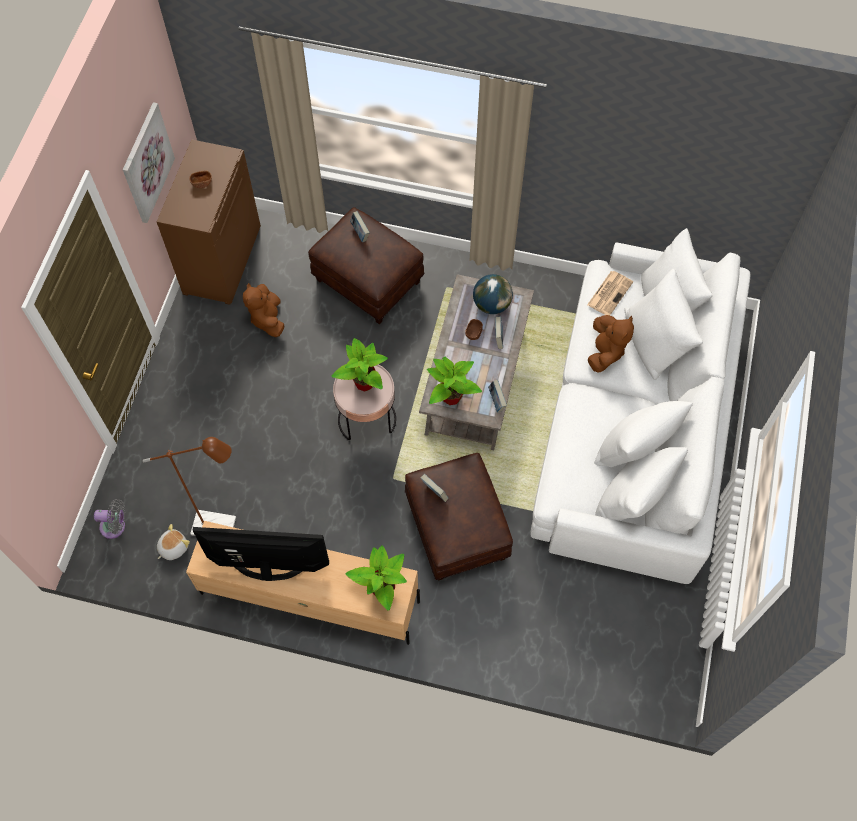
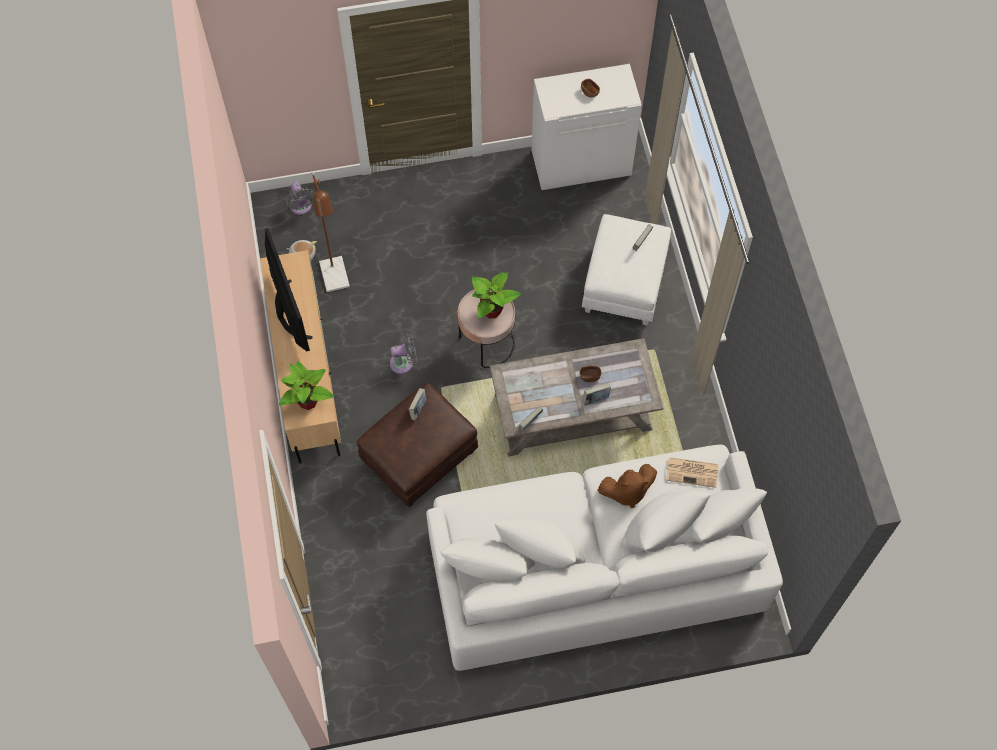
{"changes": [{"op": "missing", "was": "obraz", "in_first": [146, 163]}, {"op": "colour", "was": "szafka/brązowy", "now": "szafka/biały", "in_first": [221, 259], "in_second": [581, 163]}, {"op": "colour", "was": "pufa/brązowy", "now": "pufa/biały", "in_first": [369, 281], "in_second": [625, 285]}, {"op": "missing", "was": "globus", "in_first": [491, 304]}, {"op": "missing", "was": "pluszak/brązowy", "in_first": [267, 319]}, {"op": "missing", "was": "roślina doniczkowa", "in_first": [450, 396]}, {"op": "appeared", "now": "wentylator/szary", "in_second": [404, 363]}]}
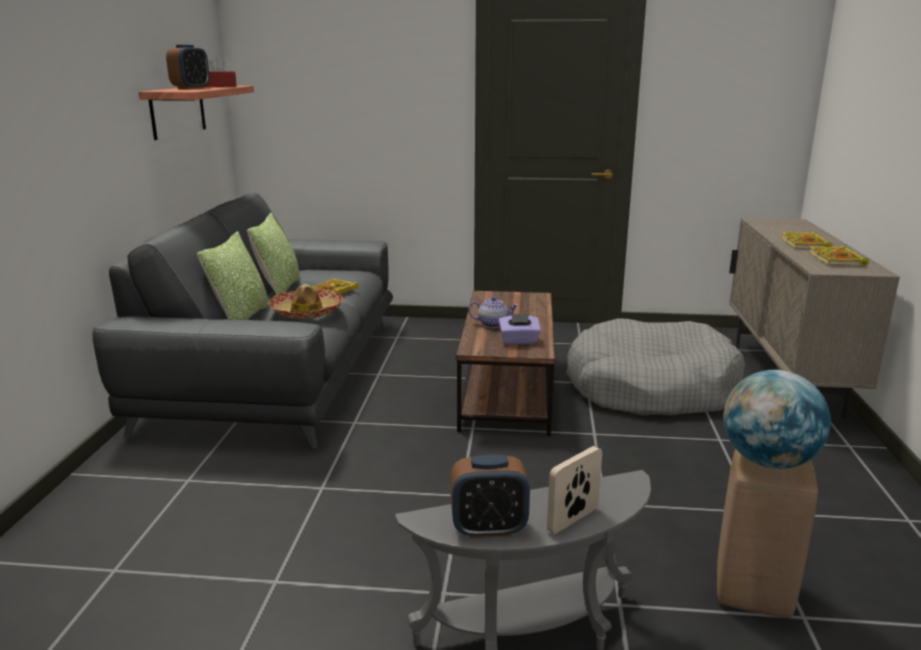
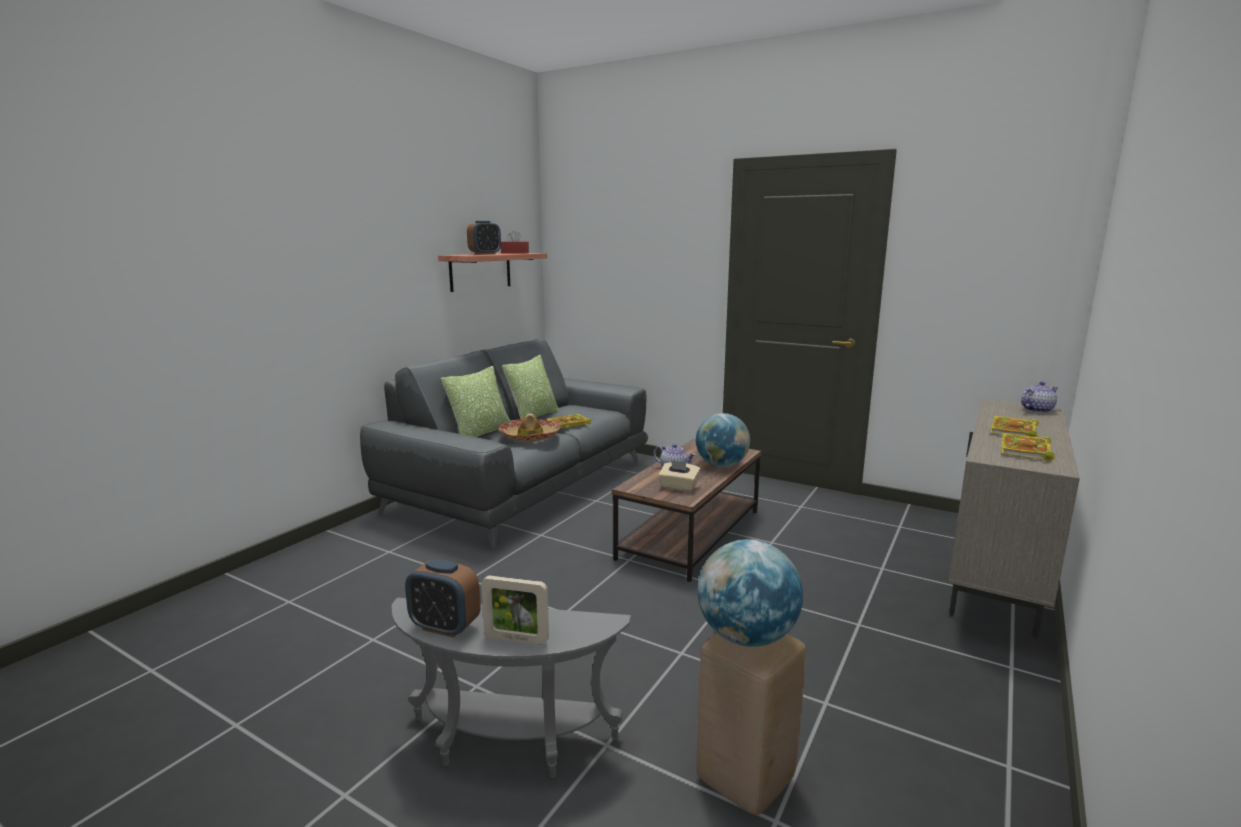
{"changes": [{"op": "colour", "was": "pudełko chusteczek/fioletowy", "now": "pudełko chusteczek/beżowy", "in_first": [519, 341], "in_second": [679, 487]}, {"op": "missing", "was": "legowisko/szary", "in_first": [650, 388]}, {"op": "spun", "was": "ramka na zdjęcie", "in_first": [573, 520], "in_second": [516, 639], "clockwise": -150}, {"op": "appeared", "now": "imbryk", "in_second": [1036, 410]}, {"op": "appeared", "now": "globus", "in_second": [721, 465]}]}
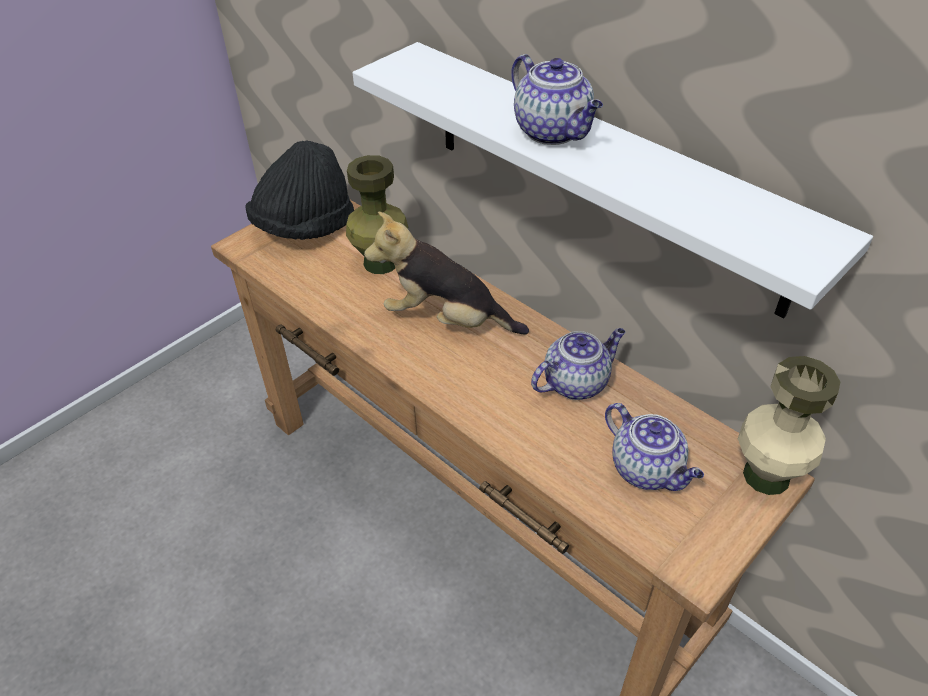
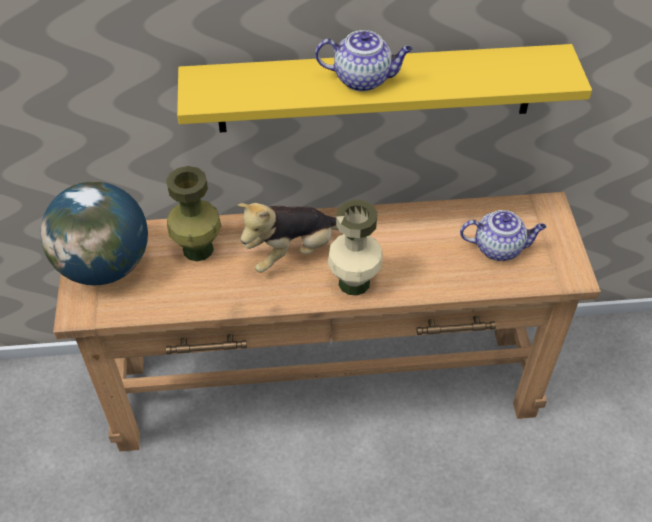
{"changes": [{"op": "colour", "was": "półka/biały", "now": "półka/żółty", "in_first": [601, 173], "in_second": [375, 89]}, {"op": "exchanged", "was": "kapelusz/czarny", "now": "globus", "in_first": [304, 227], "in_second": [104, 265]}, {"op": "missing", "was": "imbryk", "in_first": [576, 382]}, {"op": "relocated", "was": "wazon/beżowy", "in_first": [766, 476], "in_second": [354, 283]}]}
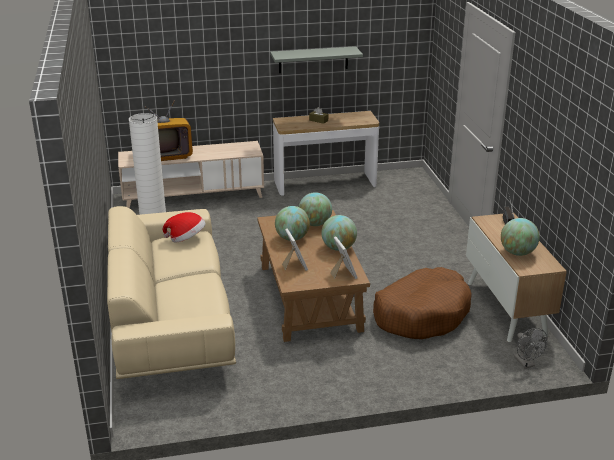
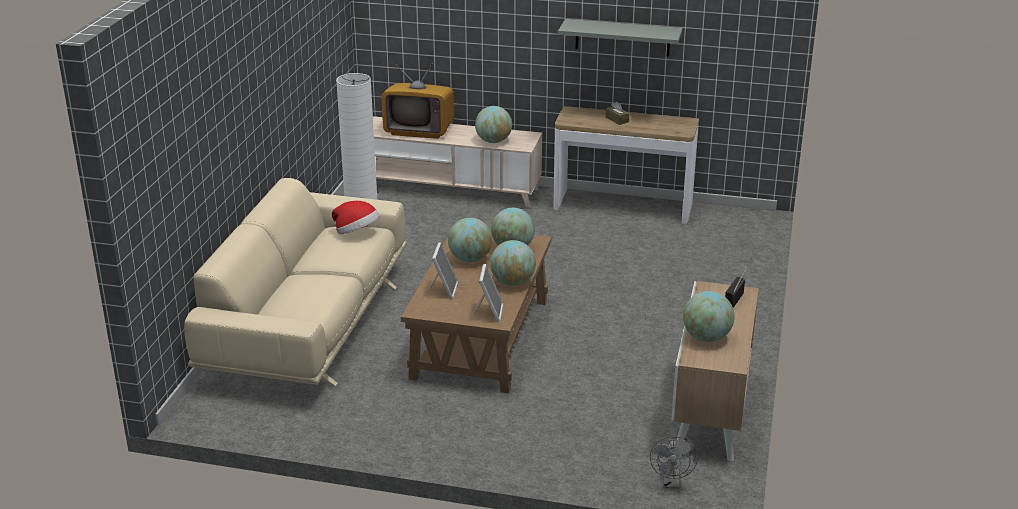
{"changes": [{"op": "missing", "was": "legowisko/brązowy", "in_first": [421, 314]}, {"op": "appeared", "now": "globus", "in_second": [493, 141]}]}
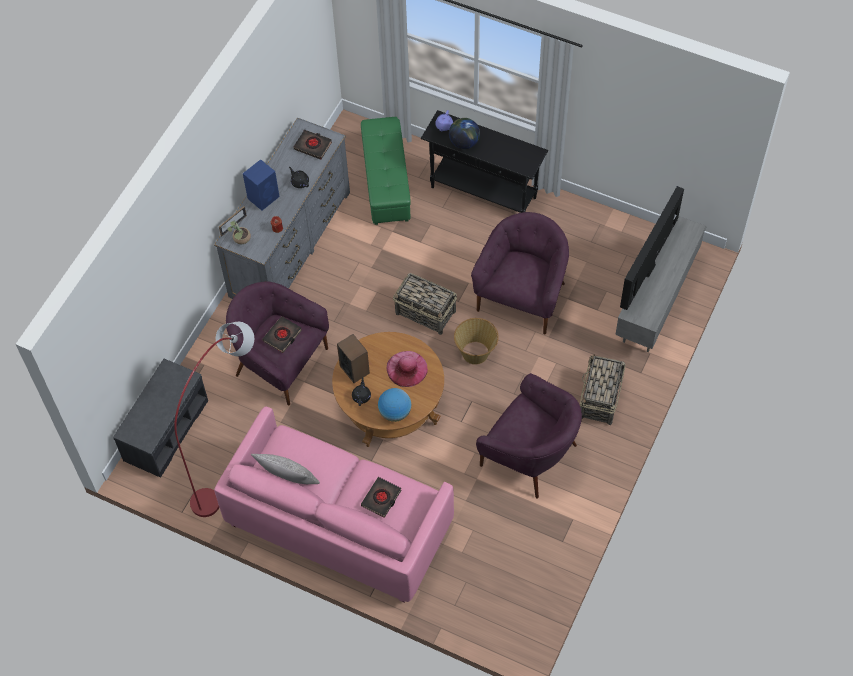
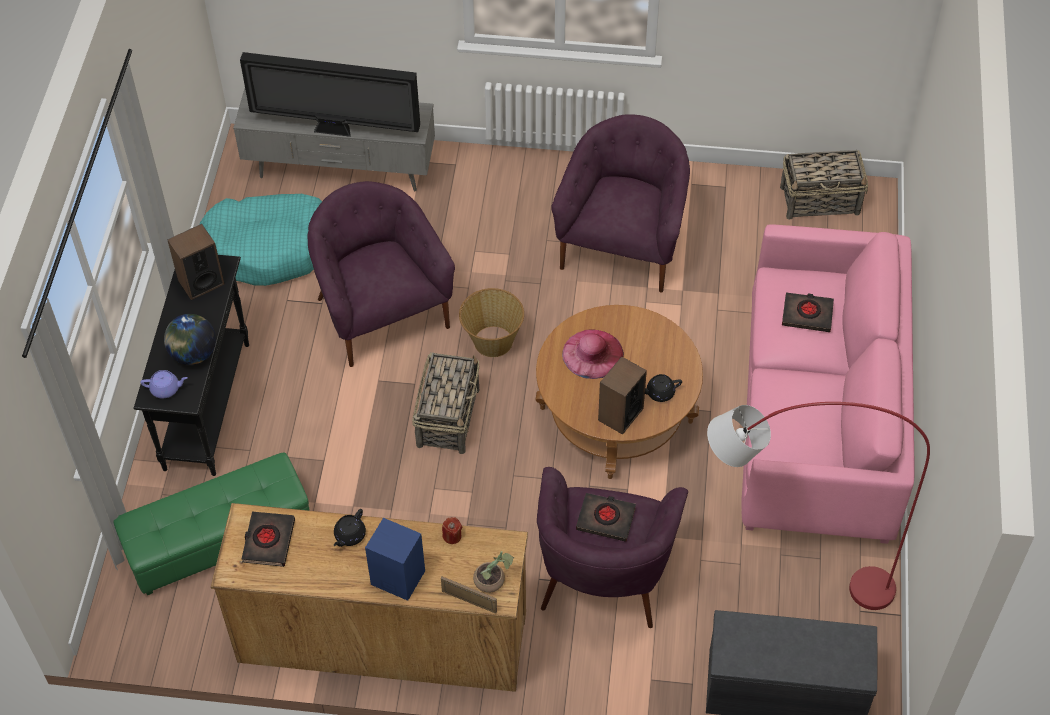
{"changes": [{"op": "colour", "was": "komoda/szary", "now": "komoda/brązowy", "in_first": [290, 243], "in_second": [382, 637]}, {"op": "spun", "was": "fotel/fioletowy", "in_first": [522, 297], "in_second": [381, 312], "clockwise": 60}, {"op": "relocated", "was": "koszyk", "in_first": [600, 399], "in_second": [820, 200]}, {"op": "missing", "was": "globus", "in_first": [395, 412]}, {"op": "missing", "was": "poduszka/szary", "in_first": [288, 479]}, {"op": "appeared", "now": "legowisko/turkusowy", "in_second": [269, 247]}, {"op": "appeared", "now": "głośnik", "in_second": [201, 282]}]}
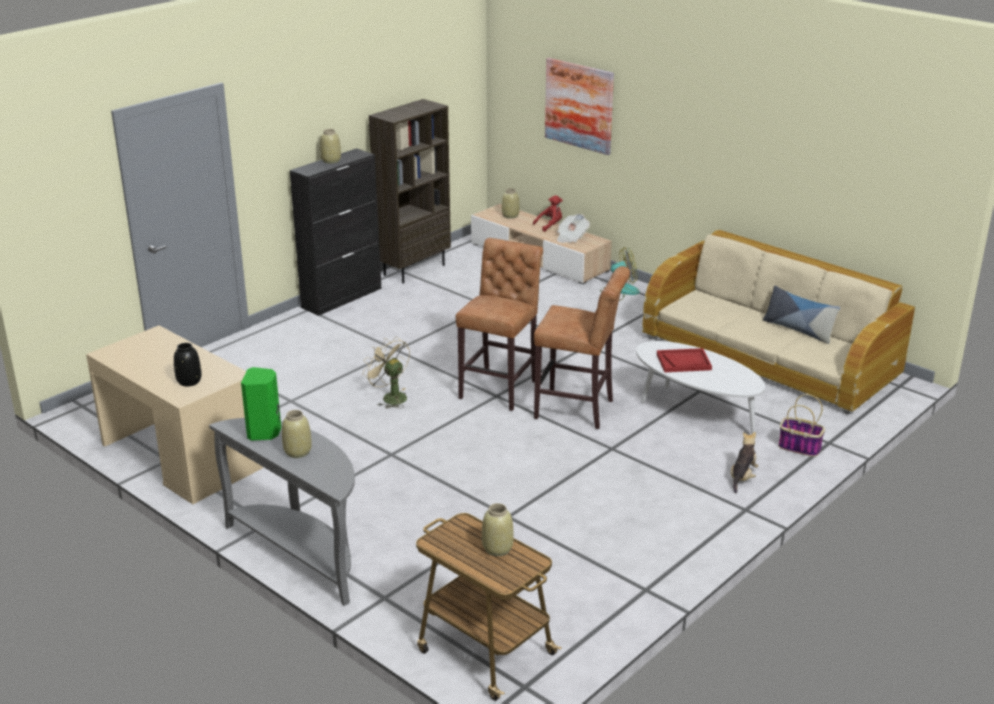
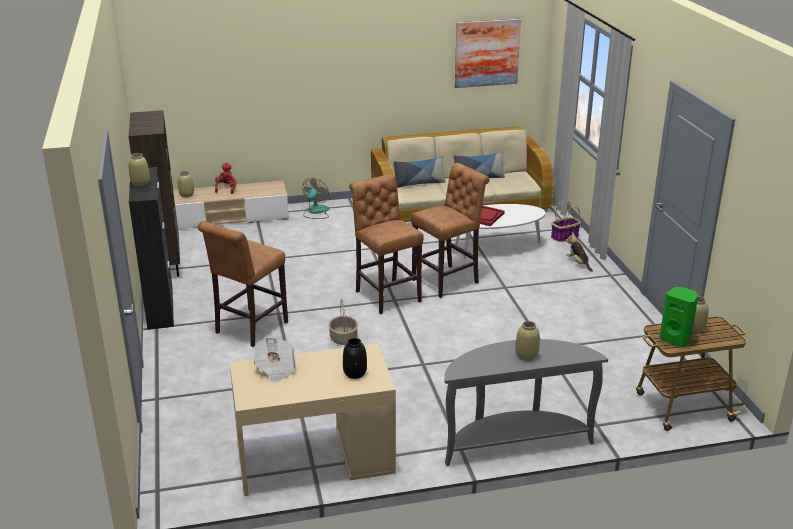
{"changes": [{"op": "relocated", "was": "obraz", "in_first": [579, 105], "in_second": [487, 53]}, {"op": "relocated", "was": "gazeta", "in_first": [571, 237], "in_second": [275, 369]}, {"op": "exchanged", "was": "wentylator/beżowy", "now": "koszyk", "in_first": [390, 397], "in_second": [344, 338]}, {"op": "relocated", "was": "głośnik/zielony", "in_first": [265, 432], "in_second": [676, 339]}, {"op": "appeared", "now": "poduszka", "in_second": [419, 183]}, {"op": "appeared", "now": "stołek/brązowy", "in_second": [249, 329]}]}
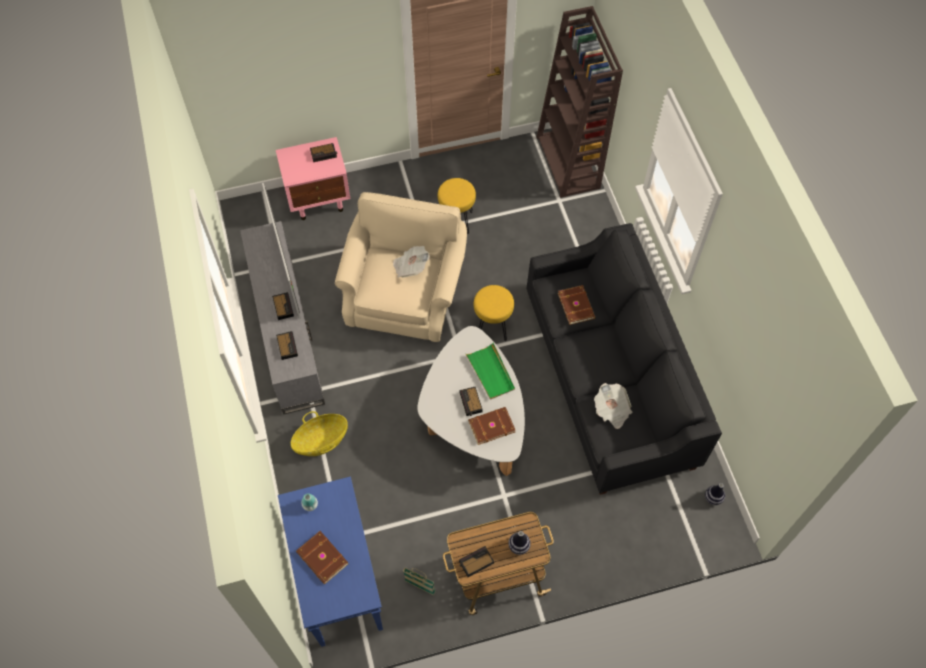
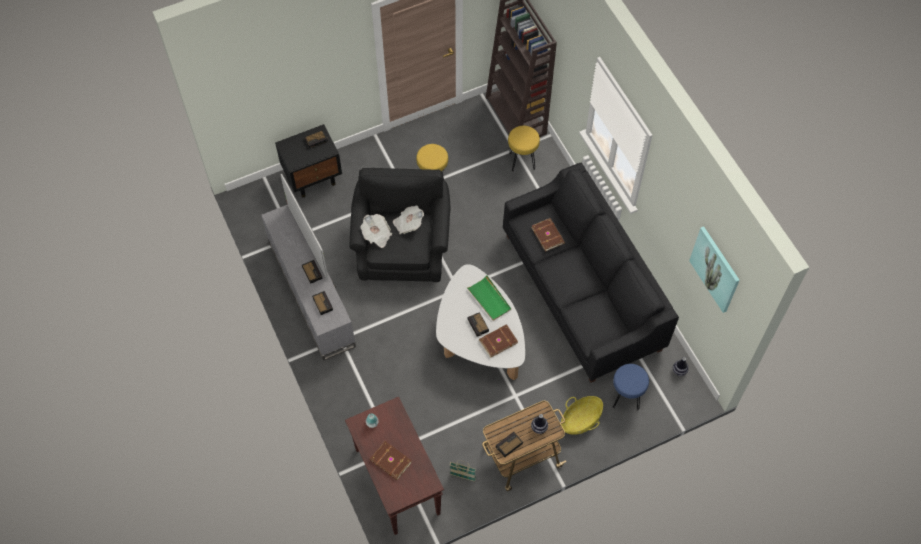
{"changes": [{"op": "colour", "was": "szafka nocna/różowy", "now": "szafka nocna/czarny", "in_first": [319, 199], "in_second": [313, 177]}, {"op": "colour", "was": "fotel/beżowy", "now": "fotel/czarny", "in_first": [405, 293], "in_second": [402, 246]}, {"op": "relocated", "was": "stołek/żółty", "in_first": [493, 327], "in_second": [522, 161]}, {"op": "relocated", "was": "gazeta", "in_first": [612, 410], "in_second": [376, 235]}, {"op": "relocated", "was": "koszyk", "in_first": [321, 441], "in_second": [580, 420]}, {"op": "colour", "was": "stolik konsolowy/niebieski", "now": "stolik konsolowy/brązowy", "in_first": [338, 578], "in_second": [396, 481]}, {"op": "appeared", "now": "obraz", "in_second": [715, 269]}, {"op": "appeared", "now": "stołek/niebieski", "in_second": [625, 396]}]}
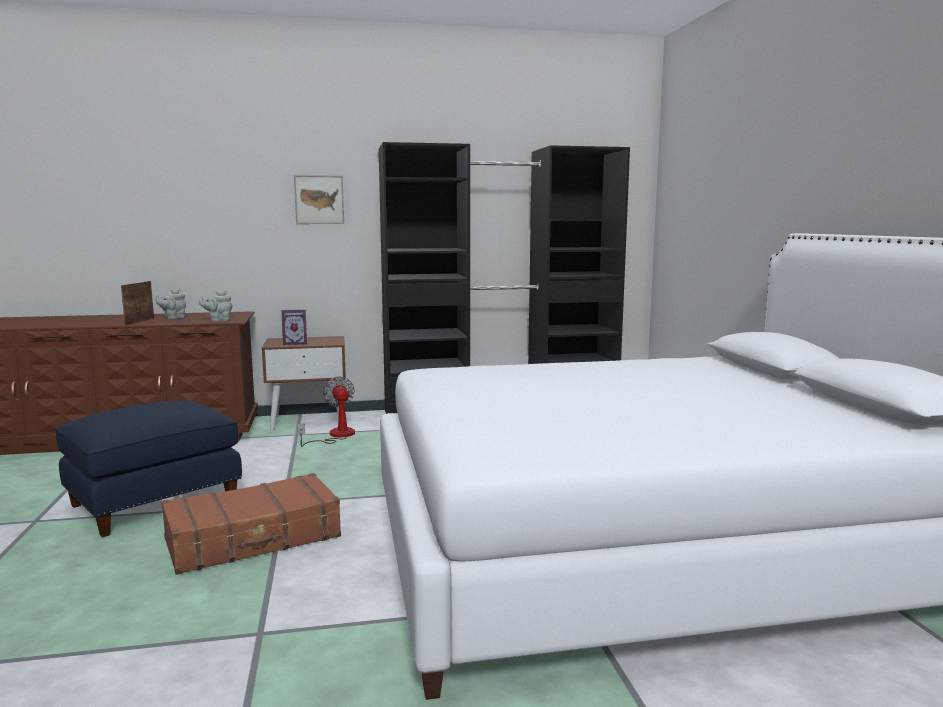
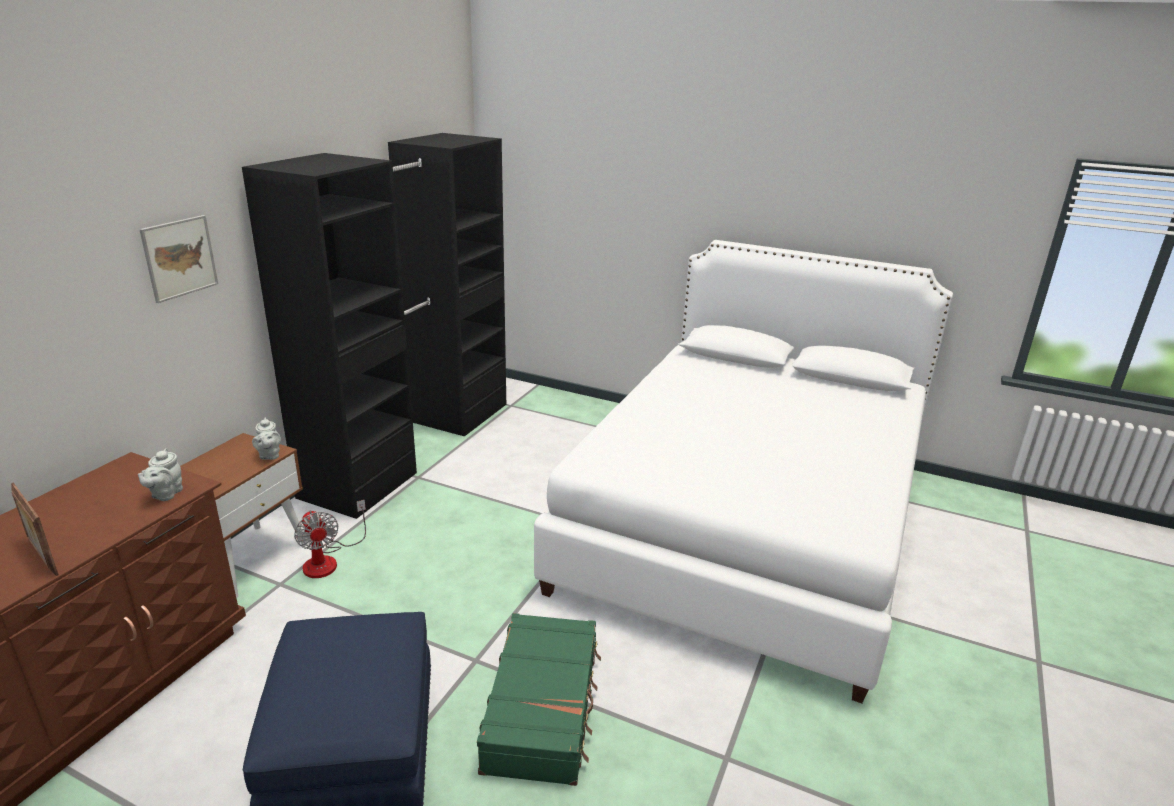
{"changes": [{"op": "relocated", "was": "imbryk/szary", "in_first": [173, 318], "in_second": [269, 455]}, {"op": "missing", "was": "ramka na zdjęcie", "in_first": [295, 343]}, {"op": "spun", "was": "wentylator", "in_first": [335, 436], "in_second": [328, 560], "clockwise": -135}, {"op": "colour", "was": "walizka/brązowy", "now": "walizka/zielony", "in_first": [254, 539], "in_second": [543, 708]}]}
